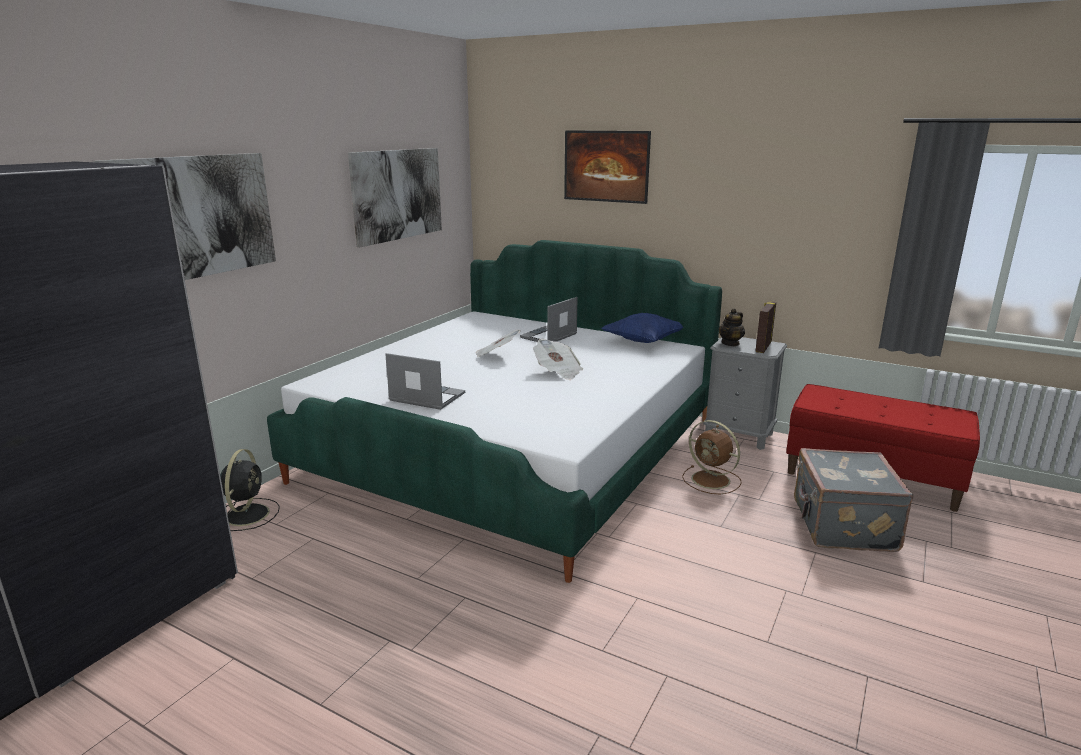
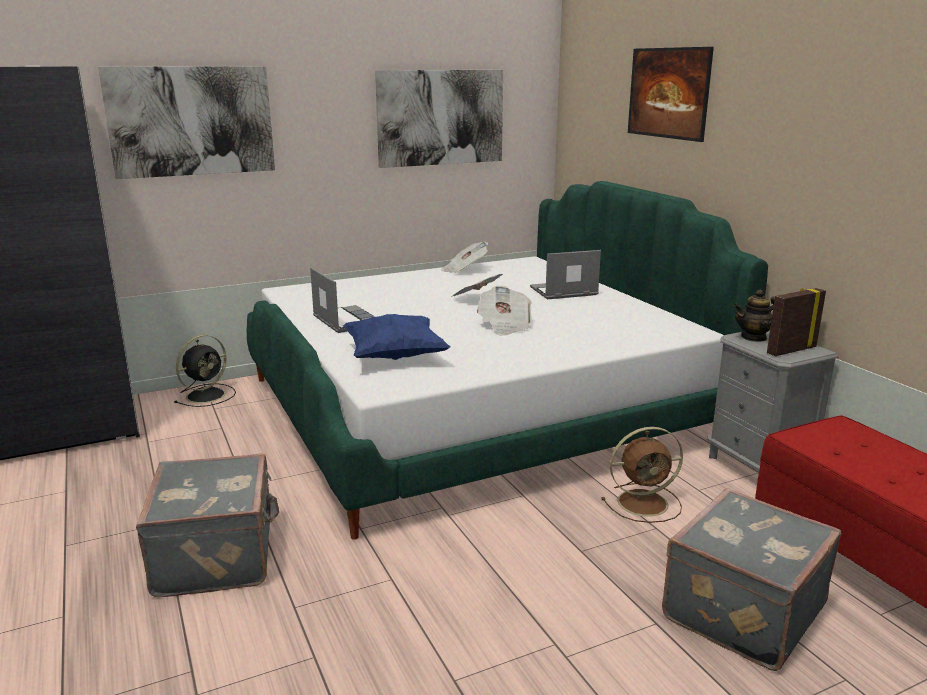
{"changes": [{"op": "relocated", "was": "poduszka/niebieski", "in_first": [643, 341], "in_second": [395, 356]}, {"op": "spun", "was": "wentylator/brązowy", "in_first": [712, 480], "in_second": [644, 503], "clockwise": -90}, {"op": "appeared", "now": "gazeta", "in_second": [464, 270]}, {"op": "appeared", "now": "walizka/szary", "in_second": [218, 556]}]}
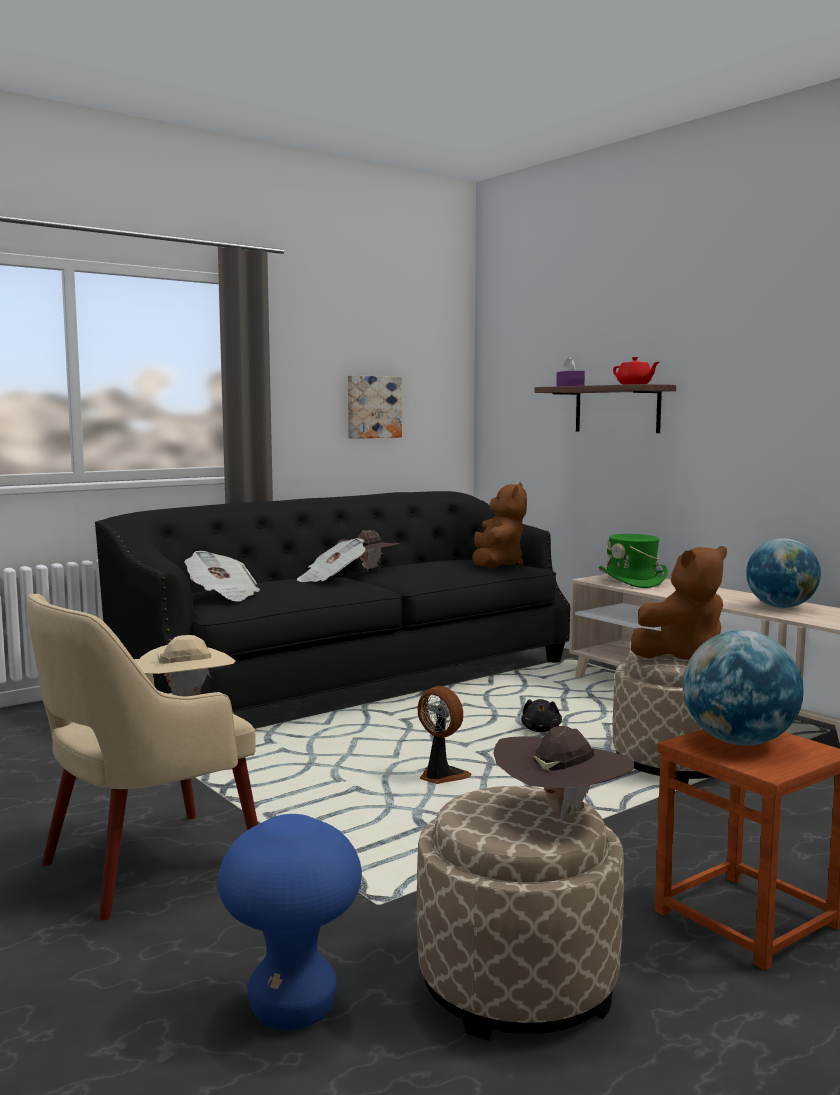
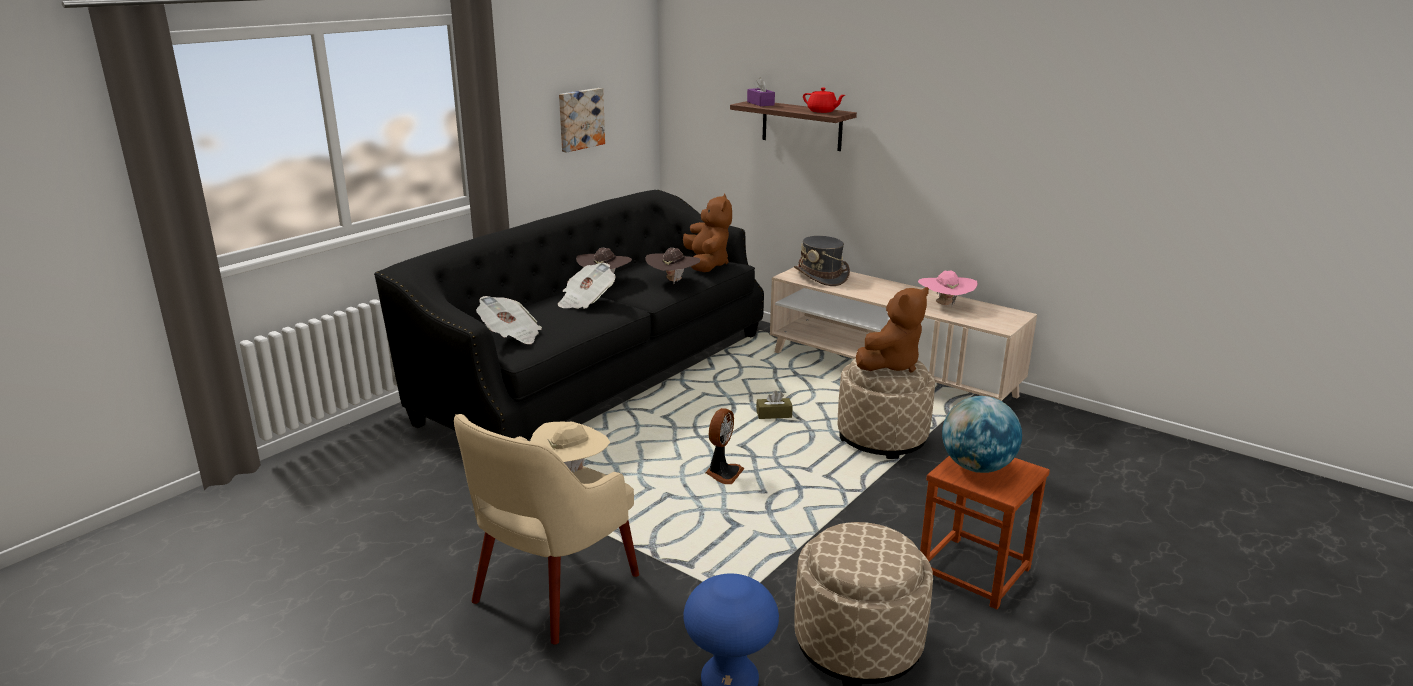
{"changes": [{"op": "colour", "was": "kapelusz/zielony", "now": "kapelusz/szary", "in_first": [632, 581], "in_second": [821, 276]}, {"op": "exchanged", "was": "globus", "now": "kapelusz/różowy", "in_first": [781, 607], "in_second": [945, 305]}, {"op": "spun", "was": "wentylator", "in_first": [441, 777], "in_second": [723, 473], "clockwise": 90}, {"op": "exchanged", "was": "pluszak/czarny", "now": "pudełko chusteczek/brązowy", "in_first": [541, 730], "in_second": [774, 415]}, {"op": "relocated", "was": "kapelusz/brązowy", "in_first": [562, 812], "in_second": [673, 281]}]}
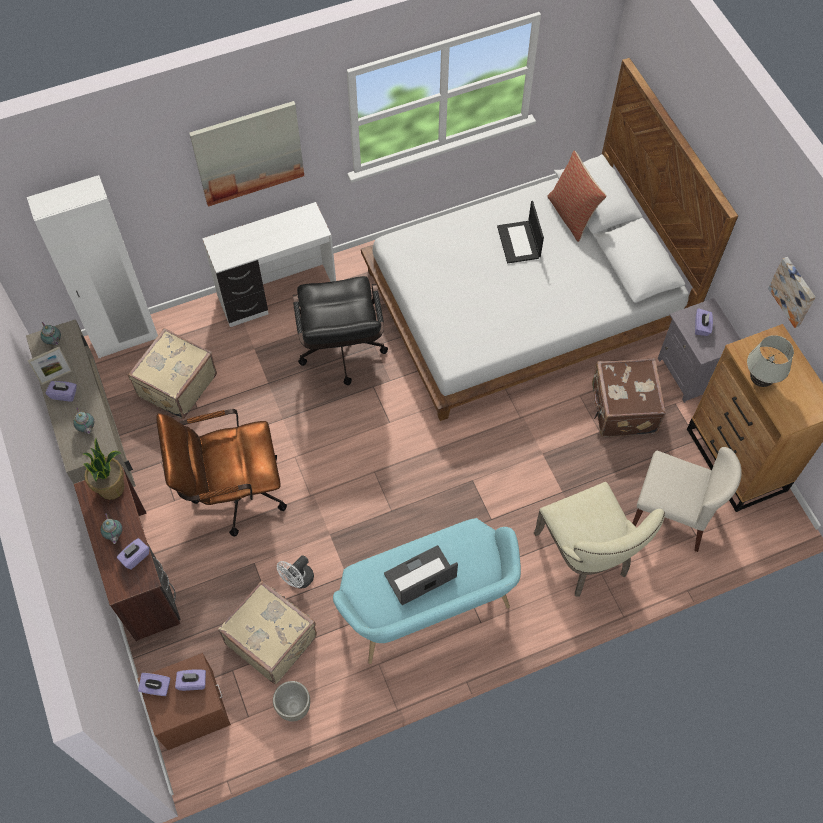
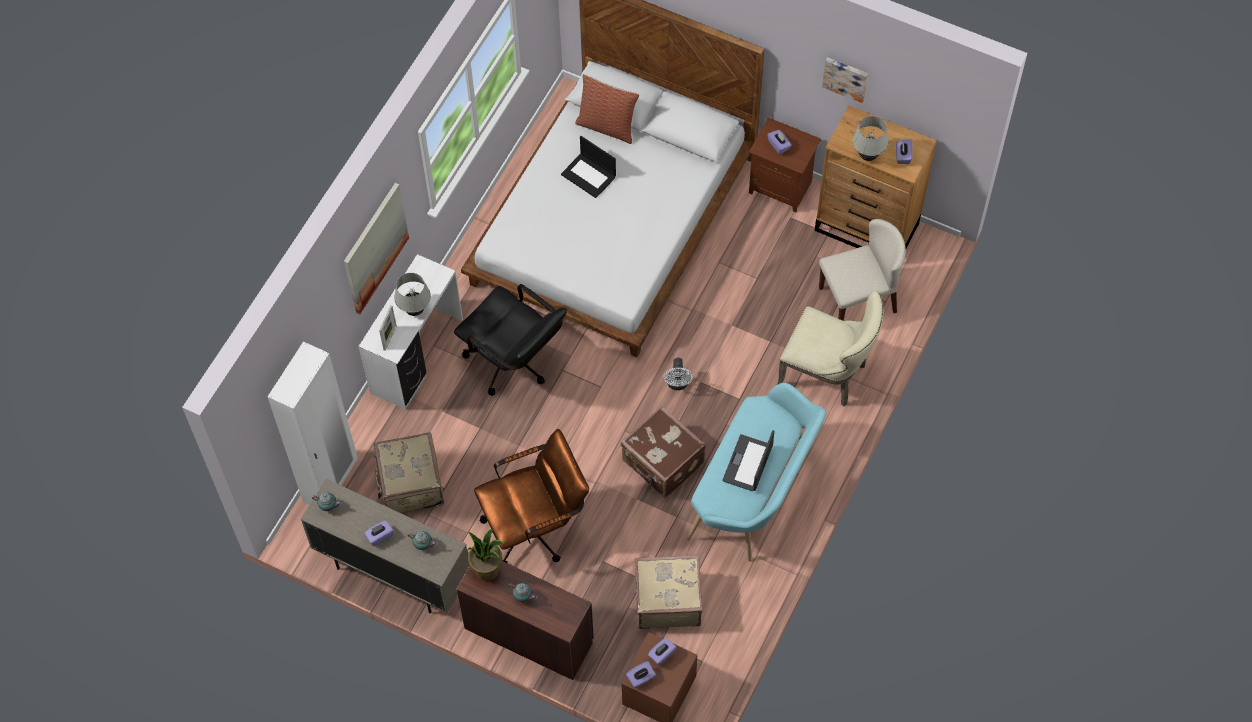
{"changes": [{"op": "colour", "was": "szafka nocna/szary", "now": "szafka nocna/brązowy", "in_first": [690, 373], "in_second": [781, 186]}, {"op": "relocated", "was": "ramka na zdjęcie", "in_first": [56, 377], "in_second": [390, 338]}, {"op": "relocated", "was": "walizka/brązowy", "in_first": [622, 409], "in_second": [662, 463]}, {"op": "spun", "was": "krzesło biurowe/brązowy", "in_first": [232, 492], "in_second": [535, 527], "clockwise": -150}, {"op": "relocated", "was": "pudełko chusteczek/fioletowy", "in_first": [135, 557], "in_second": [902, 156]}, {"op": "relocated", "was": "wentylator/biały", "in_first": [298, 580], "in_second": [678, 384]}, {"op": "missing", "was": "donica/szary", "in_first": [294, 707]}, {"op": "appeared", "now": "lampa stołowa/biały", "in_second": [415, 310]}]}
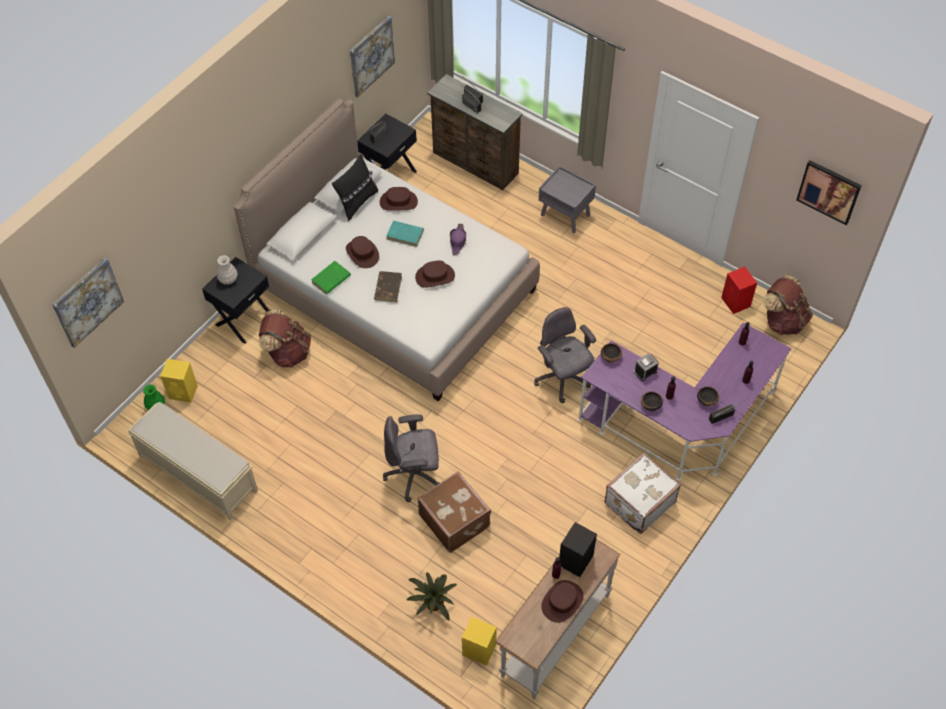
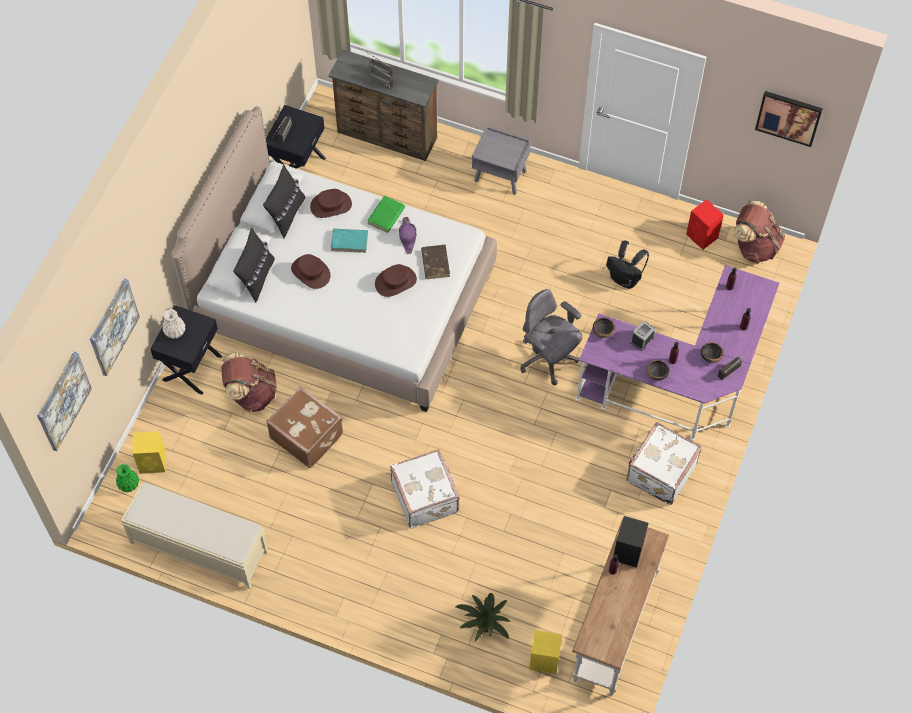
{"changes": [{"op": "relocated", "was": "obraz", "in_first": [371, 56], "in_second": [113, 327]}, {"op": "relocated", "was": "książka/zielony", "in_first": [331, 279], "in_second": [386, 216]}, {"op": "relocated", "was": "książka/brązowy", "in_first": [388, 287], "in_second": [435, 263]}, {"op": "exchanged", "was": "krzesło biurowe/szary", "now": "walizka/biały", "in_first": [414, 475], "in_second": [426, 496]}, {"op": "relocated", "was": "walizka/brązowy", "in_first": [455, 520], "in_second": [307, 435]}, {"op": "missing", "was": "kapelusz/brązowy", "in_first": [562, 602]}, {"op": "appeared", "now": "poduszka/czarny", "in_second": [256, 278]}, {"op": "appeared", "now": "plecak/czarny", "in_second": [625, 279]}]}
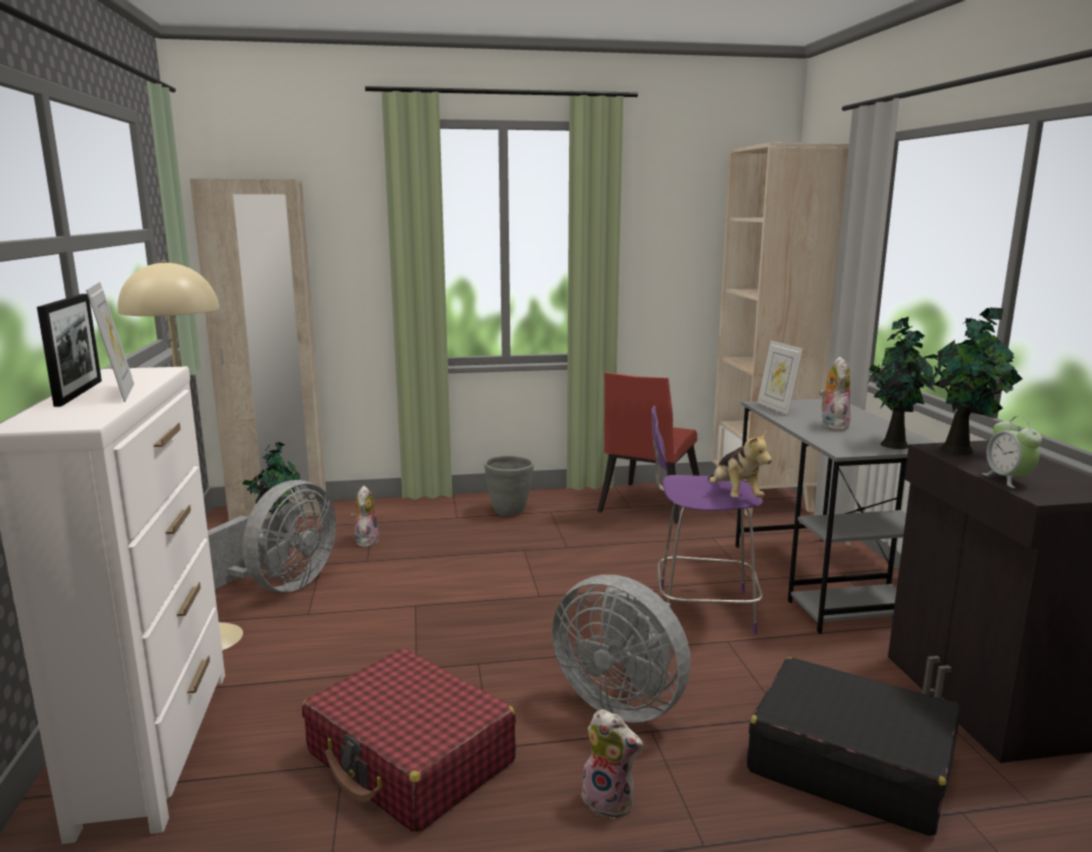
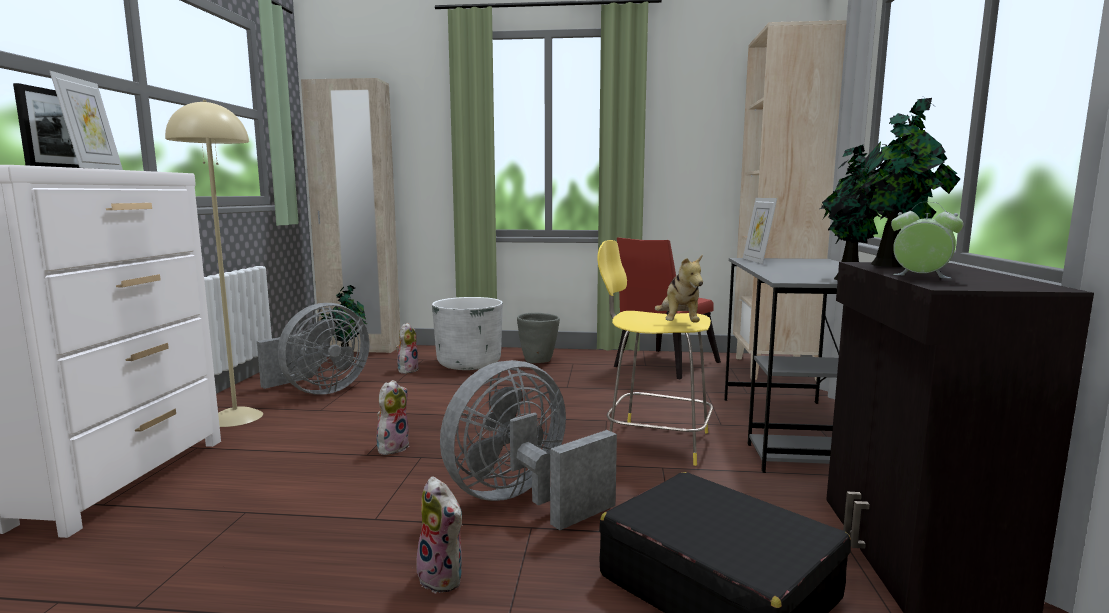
{"changes": [{"op": "relocated", "was": "pluszak", "in_first": [832, 425], "in_second": [392, 447]}, {"op": "colour", "was": "stołek/fioletowy", "now": "stołek/żółty", "in_first": [700, 609], "in_second": [654, 441]}, {"op": "spun", "was": "budzik", "in_first": [1008, 480], "in_second": [920, 277], "clockwise": 120}, {"op": "spun", "was": "wentylator/szary", "in_first": [622, 701], "in_second": [522, 501], "clockwise": 90}, {"op": "missing", "was": "walizka/czerwony", "in_first": [410, 758]}, {"op": "appeared", "now": "donica/biały", "in_second": [469, 363]}]}
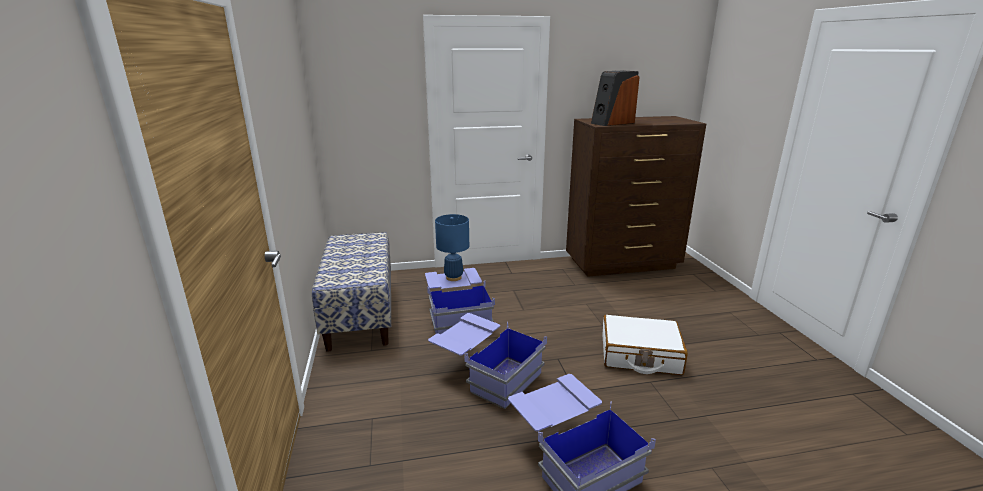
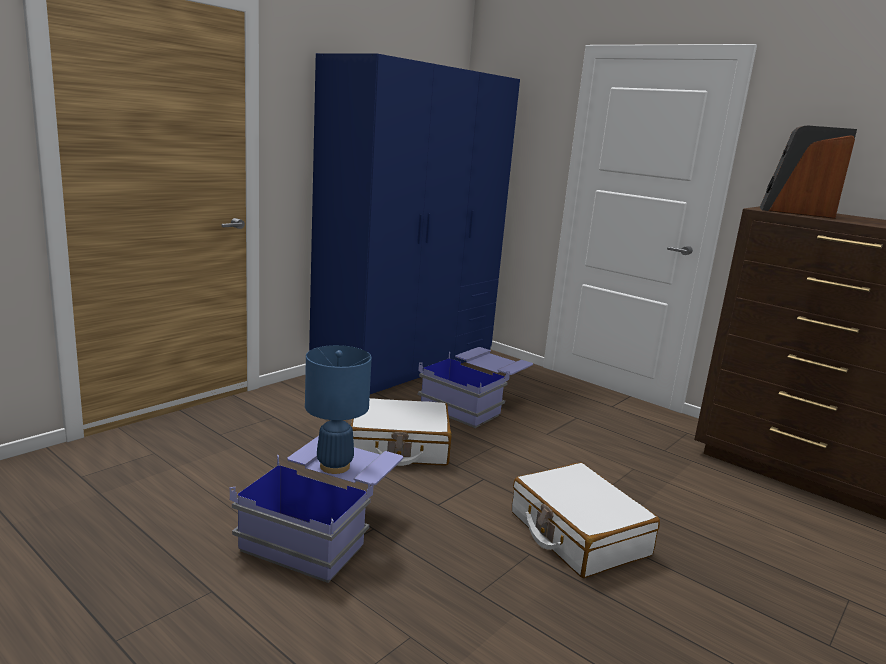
{"changes": [{"op": "relocated", "was": "lampa stołowa/niebieski", "in_first": [453, 277], "in_second": [334, 466]}, {"op": "exchanged", "was": "ławka", "now": "szafa/niebieski", "in_first": [360, 313], "in_second": [406, 364]}, {"op": "exchanged", "was": "pojemnik do przechowywania/niebieski", "now": "walizka/biały", "in_first": [486, 374], "in_second": [399, 446]}]}
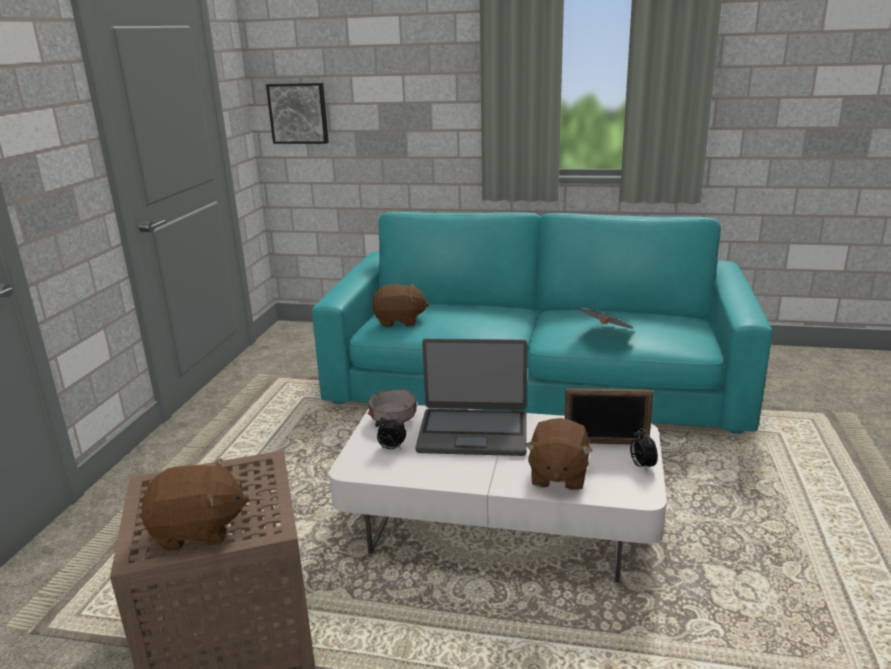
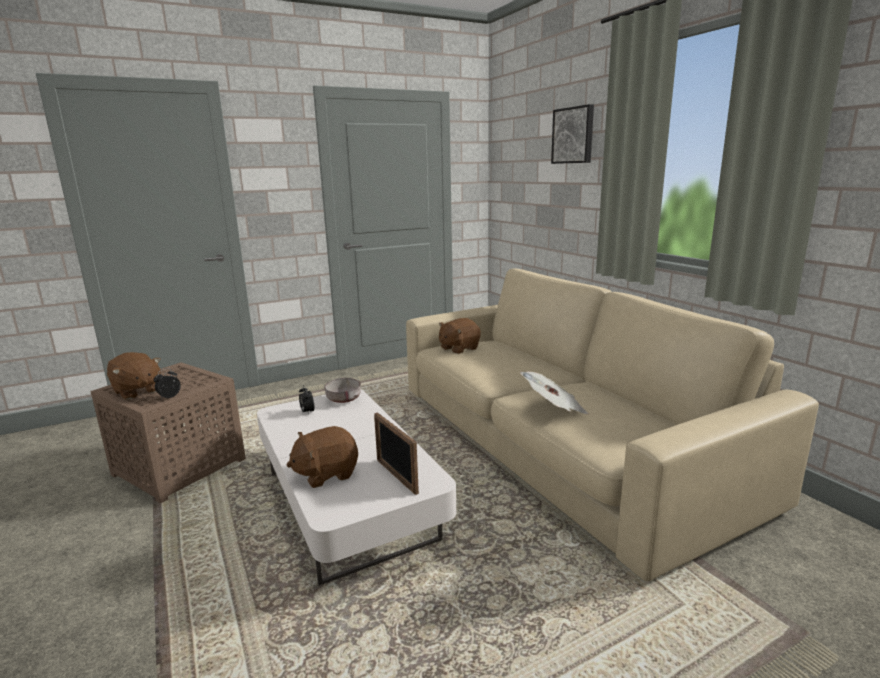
{"changes": [{"op": "relocated", "was": "obraz", "in_first": [299, 113], "in_second": [573, 135]}, {"op": "colour", "was": "kanapa/turkusowy", "now": "kanapa/beżowy", "in_first": [534, 380], "in_second": [557, 441]}, {"op": "spun", "was": "pluszak/brązowy", "in_first": [399, 321], "in_second": [458, 348], "clockwise": 90}, {"op": "missing", "was": "laptop", "in_first": [473, 432]}, {"op": "relocated", "was": "budzik", "in_first": [641, 466], "in_second": [169, 397]}]}
